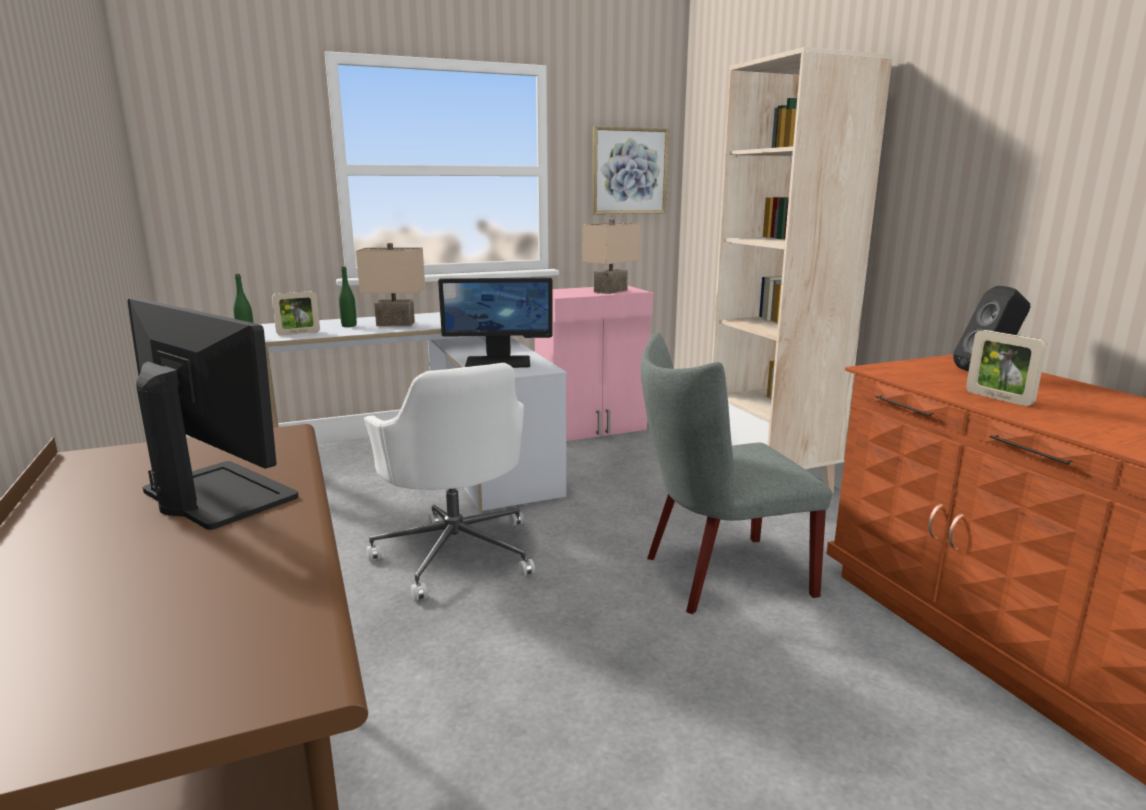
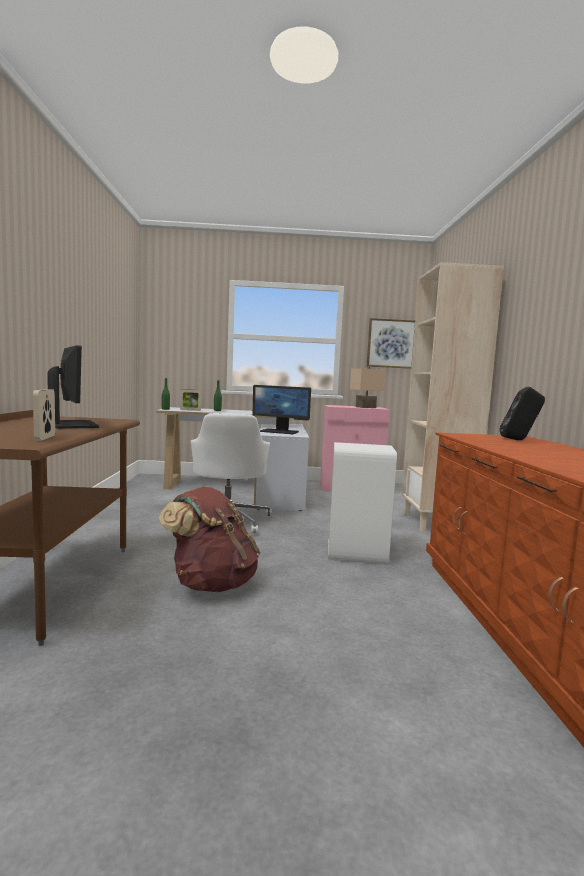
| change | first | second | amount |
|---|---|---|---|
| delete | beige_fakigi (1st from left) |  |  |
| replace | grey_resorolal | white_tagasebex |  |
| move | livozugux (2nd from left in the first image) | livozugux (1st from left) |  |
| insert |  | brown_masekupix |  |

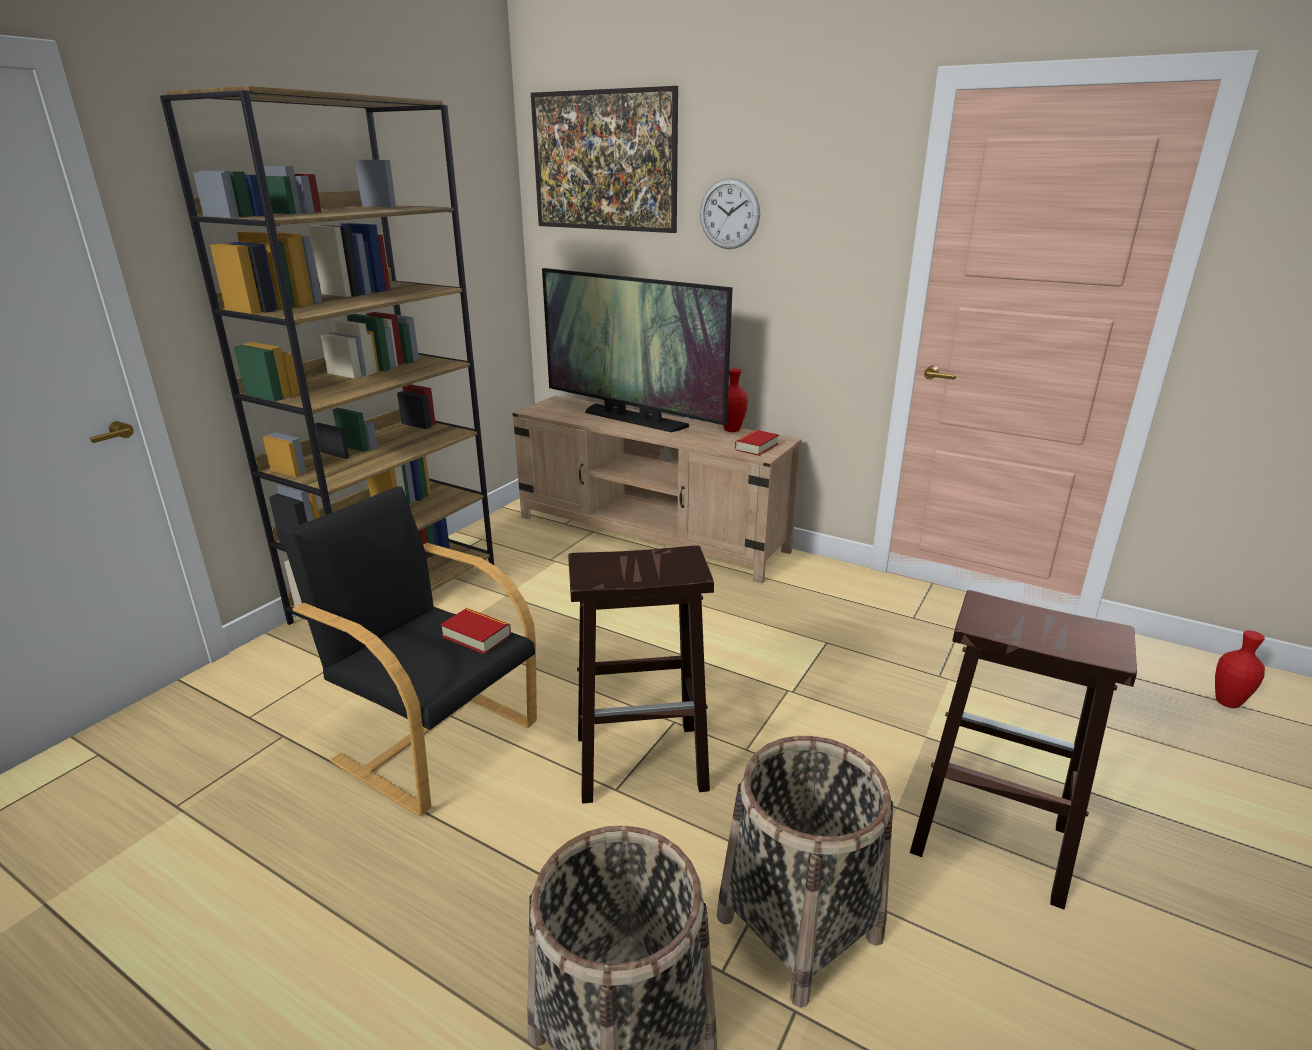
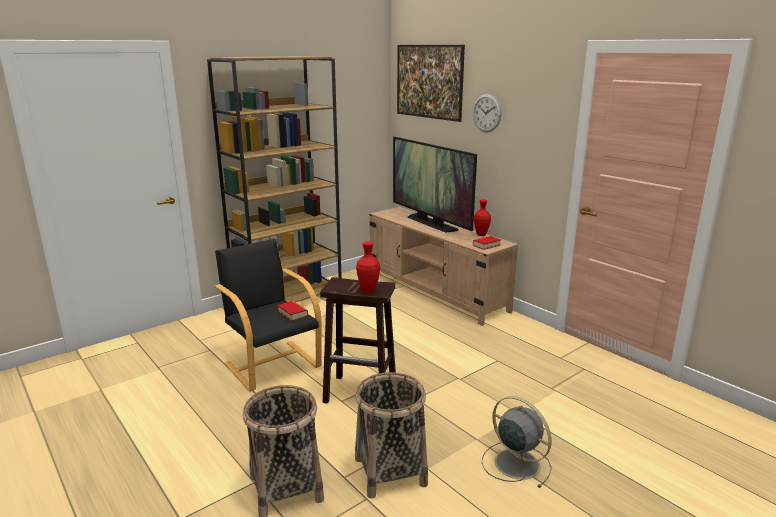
| change | first | second | amount |
|---|---|---|---|
| replace | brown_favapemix (2nd from left) | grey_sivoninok |  |
| move | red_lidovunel (2nd from left in the first image) | red_lidovunel (1st from left) |  |

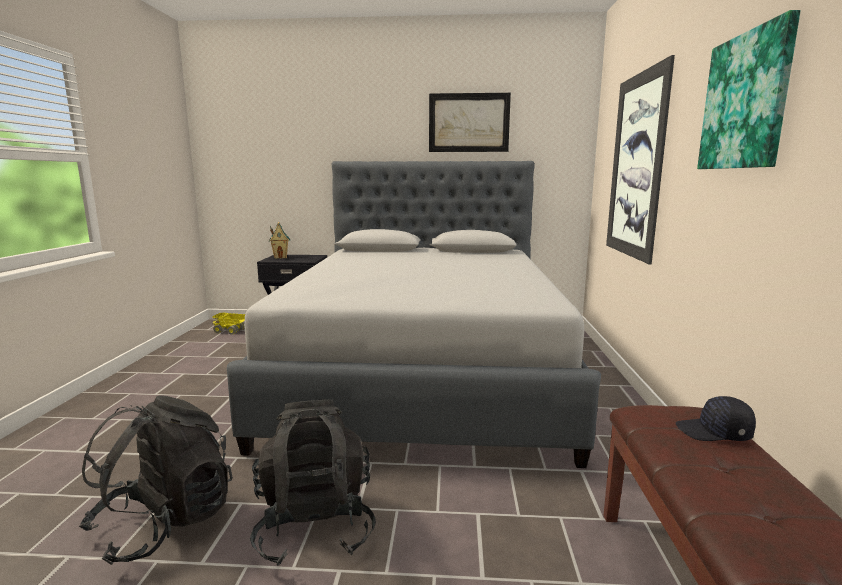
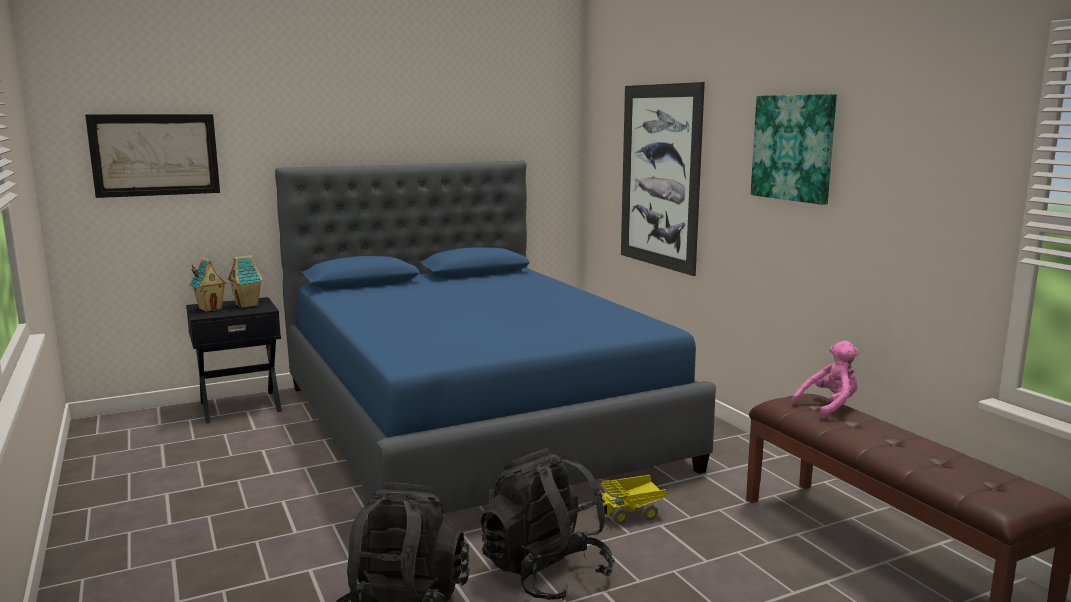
| change | first | second | amount |
|---|---|---|---|
| move | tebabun |  |  |
| recolor | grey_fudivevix | blue_fudivevix |  |
| move | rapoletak (1st from left) |  |  |
| replace | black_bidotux | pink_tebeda |  |
| insert |  | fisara (2nd from left) |  |

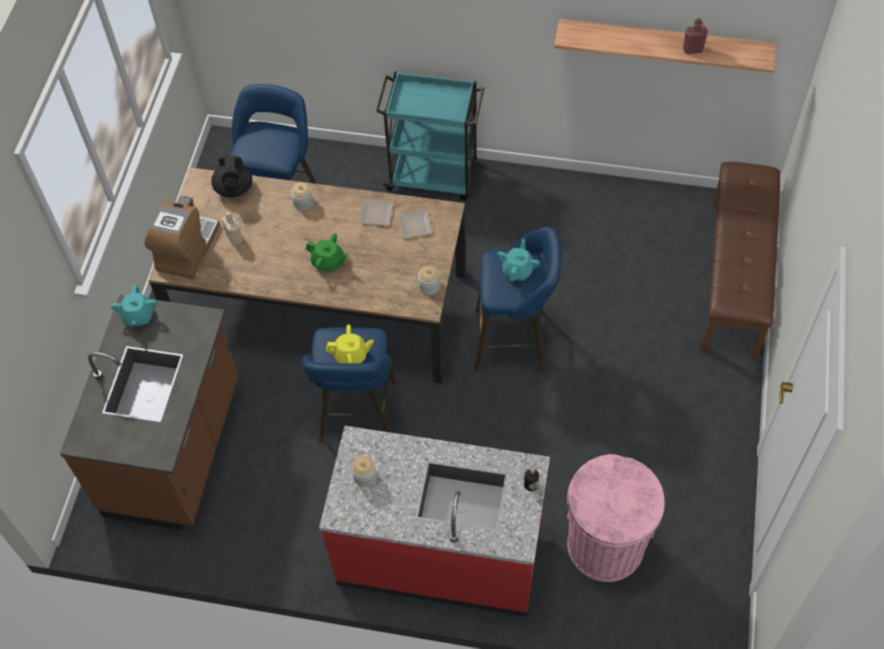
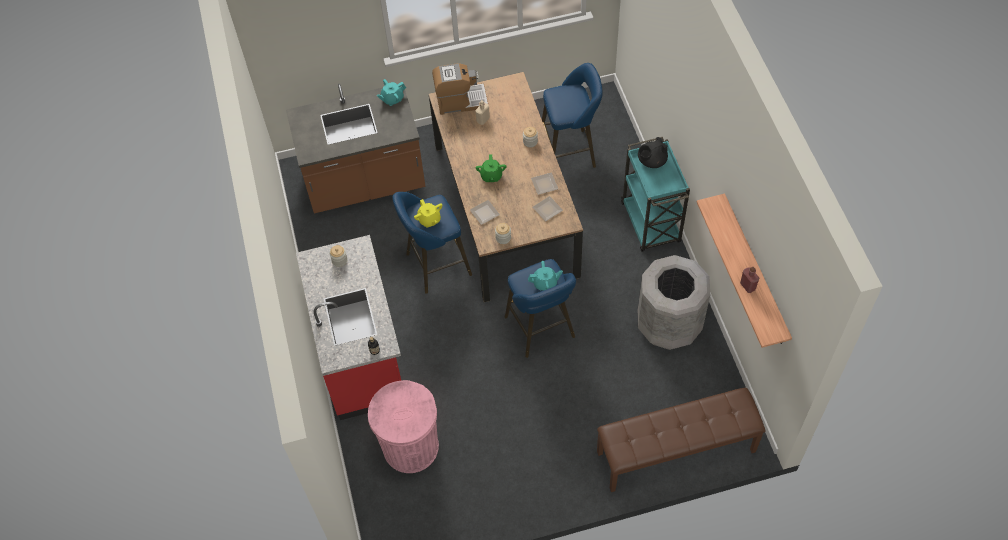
| change | first | second | amount |
|---|---|---|---|
| move | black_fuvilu |  |  |
| insert |  | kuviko (1st from left) |  |
| insert |  | grey_tagasebex |  |

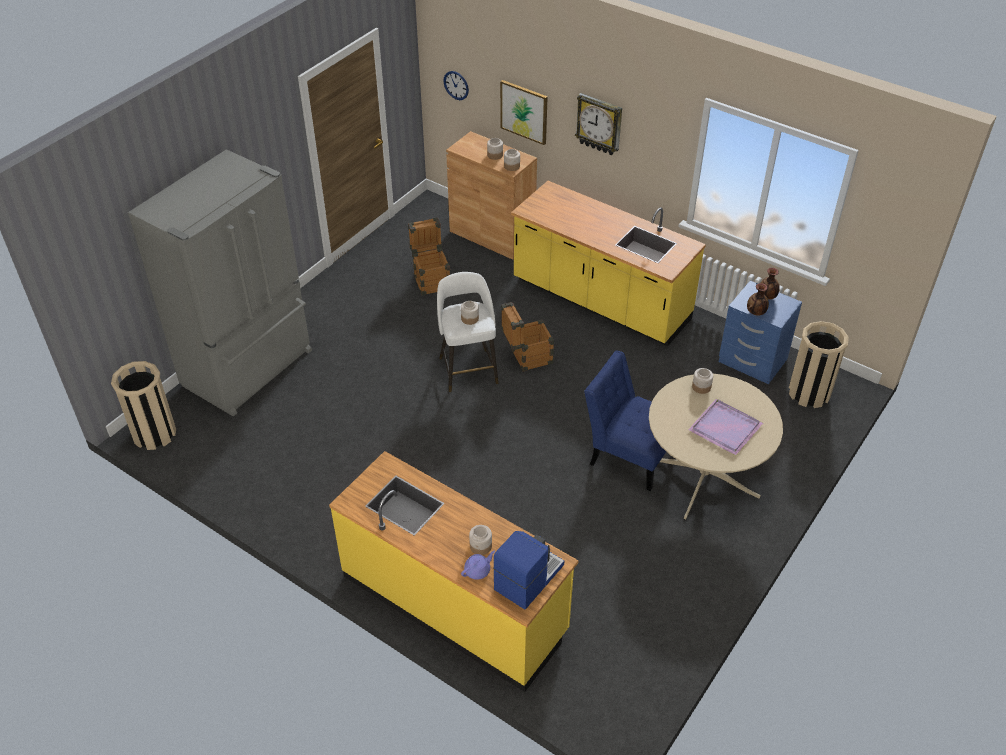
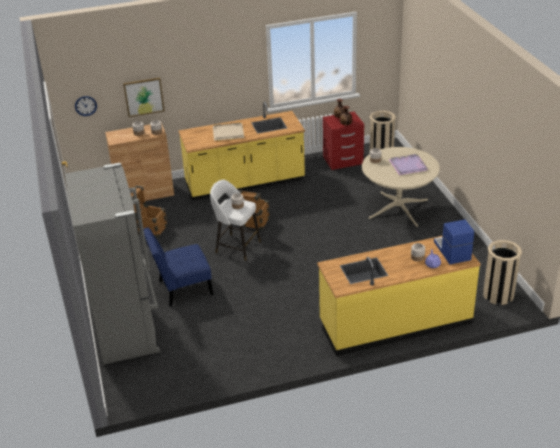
| change | first | second | amount |
|---|---|---|---|
| move | beige_tagasebex (1st from left in the first image) | beige_tagasebex (2nd from left) |  |
| delete | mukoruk (2nd from left) |  |  |
| move | blue_resorolal |  |  |
| recolor | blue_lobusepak | red_lobusepak |  |
| insert |  | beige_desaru |  |

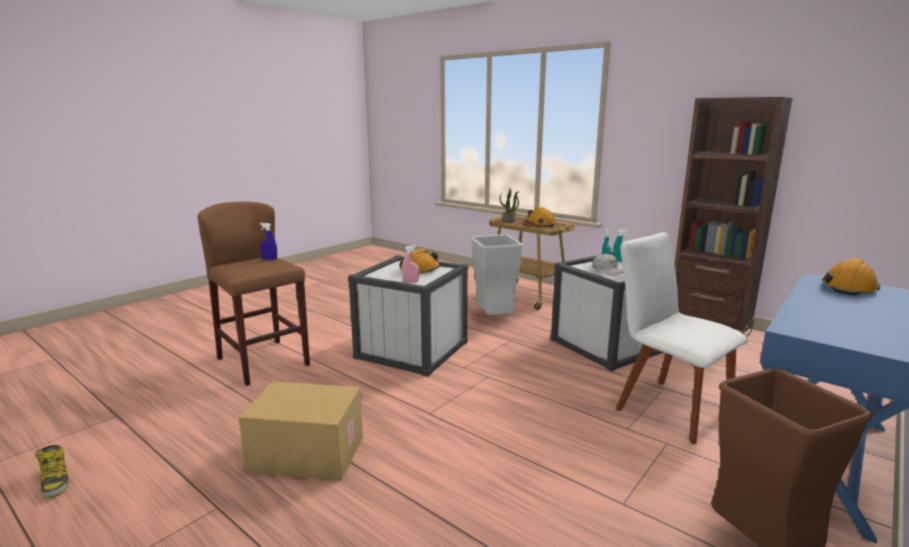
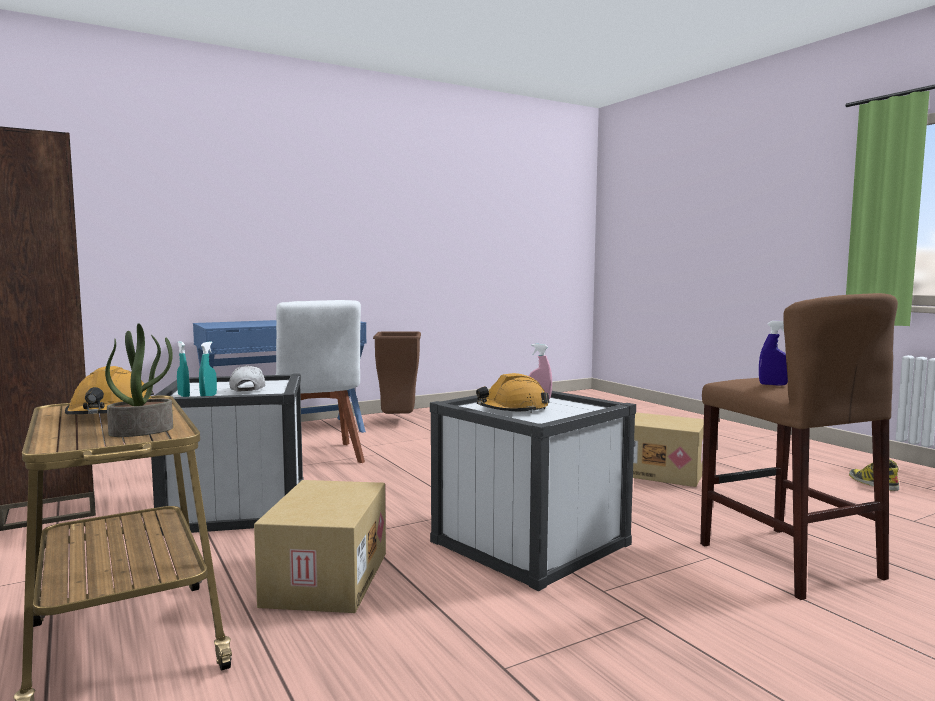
| change | first | second | amount |
|---|---|---|---|
| replace | grey_tagasebex | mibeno (1st from left) |  |
| delete | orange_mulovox (3rd from left) |  |  |

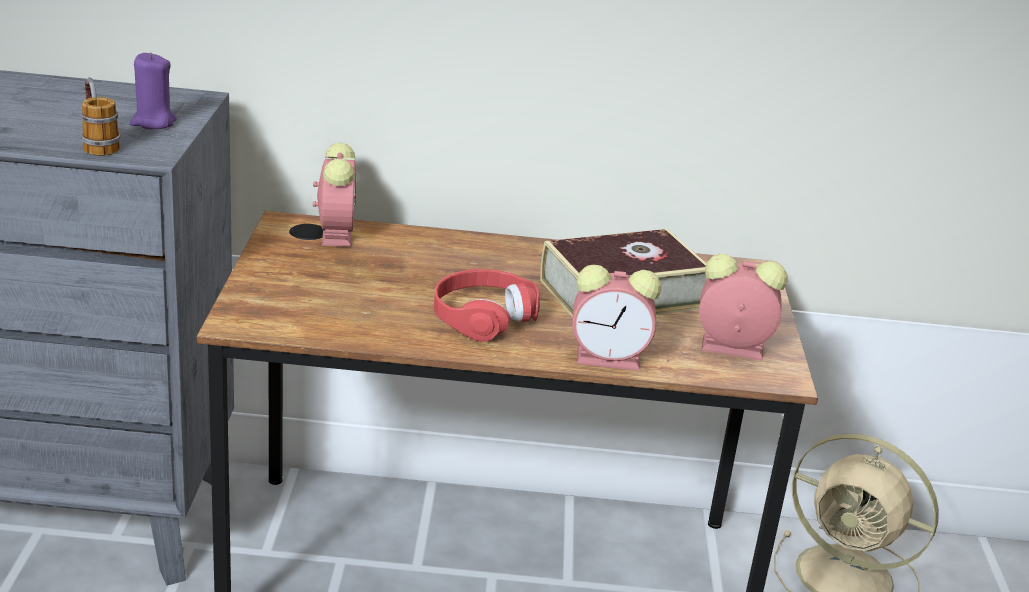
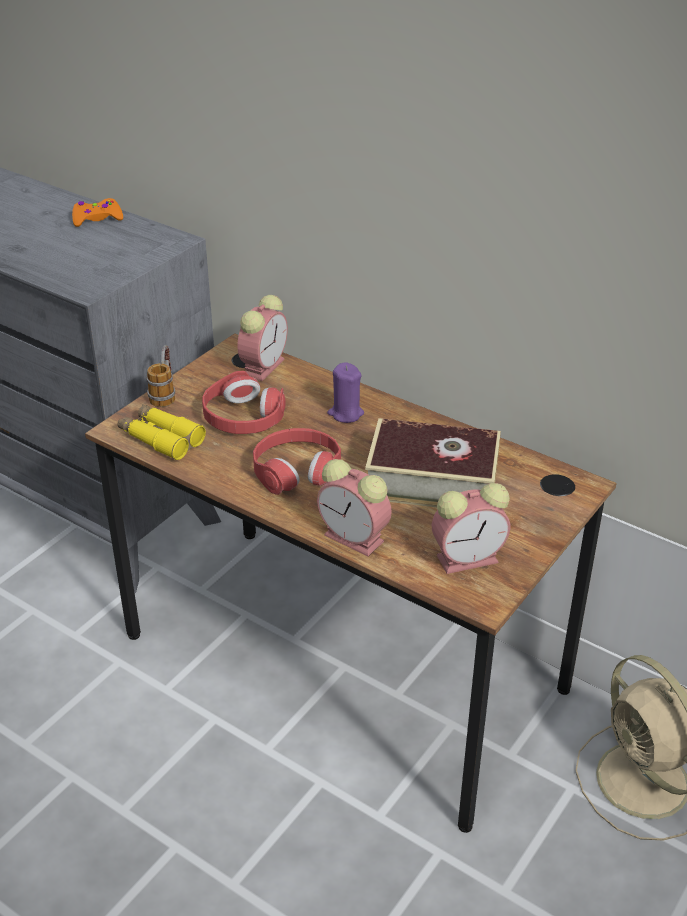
| change | first | second | amount |
|---|---|---|---|
| move | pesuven |  |  |
| move | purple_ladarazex |  |  |
| rotate | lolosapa (3rd from left) |  | 120 degrees clockwise |
| insert |  | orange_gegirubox |  |
| insert |  | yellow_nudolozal |  |
| insert |  | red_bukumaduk (1st from left) |  |

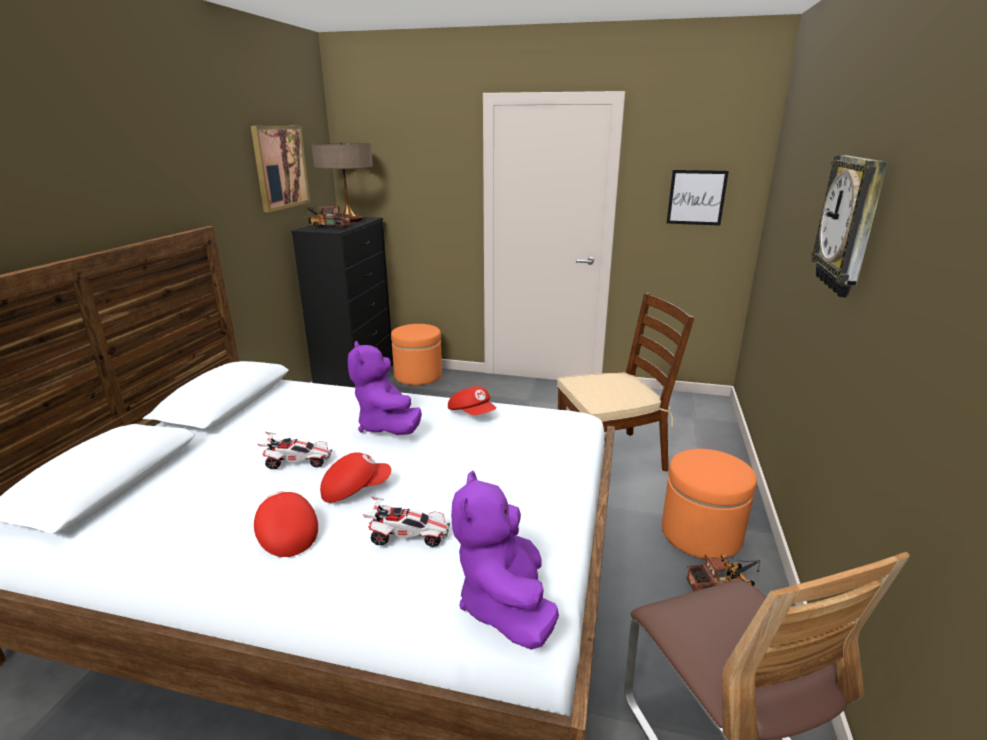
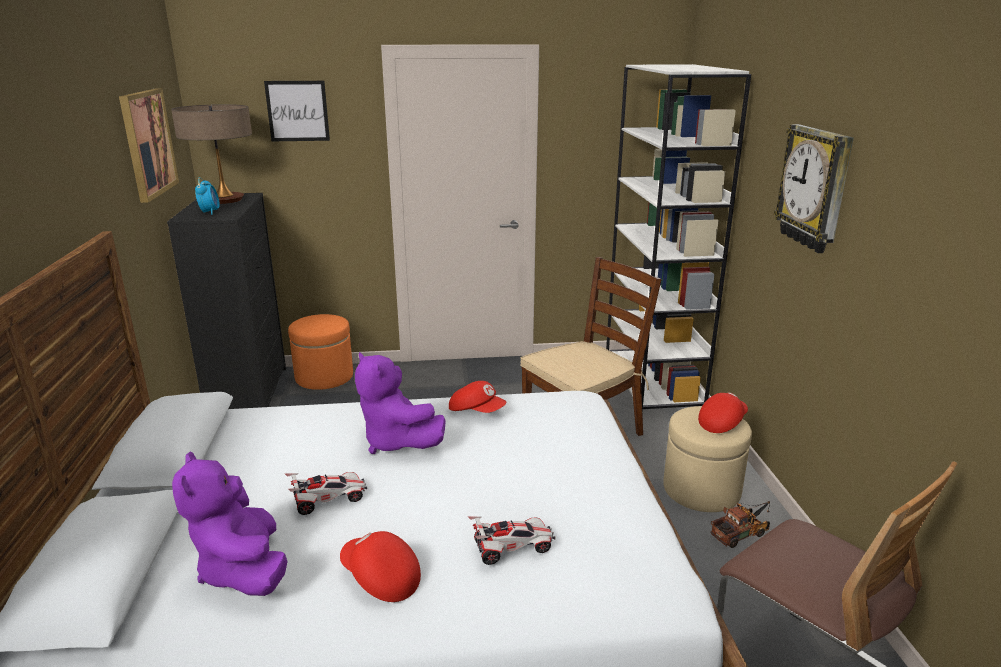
| change | first | second | amount |
|---|---|---|---|
| replace | tebabun (1st from left) | lolosapa |  |
| move | red_bidotux (2nd from left in the first image) | red_bidotux (3rd from left) |  |
| move | purple_tebeda (2nd from left in the first image) | purple_tebeda (1st from left) |  |
| recolor | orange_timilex (2nd from left) | beige_timilex |  |
| move | rapoletak (2nd from left) |  |  |
| insert |  | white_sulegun |  |

